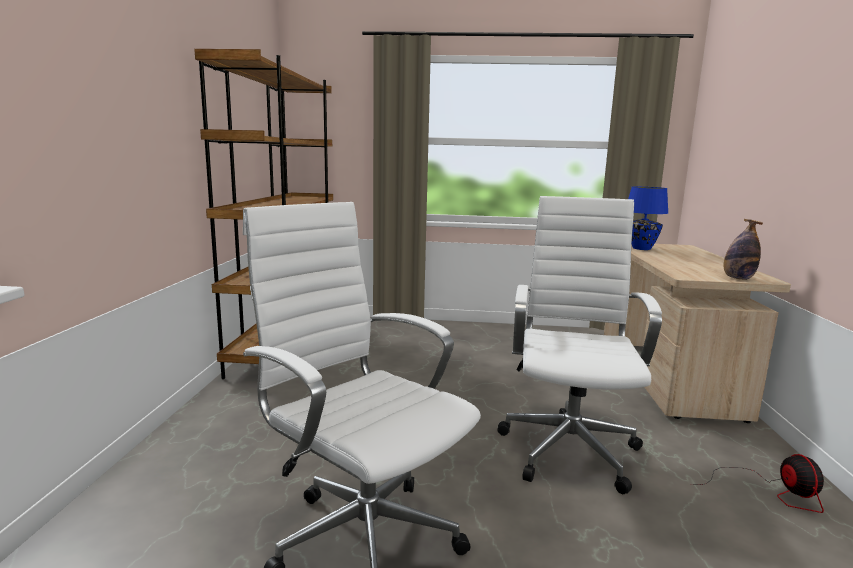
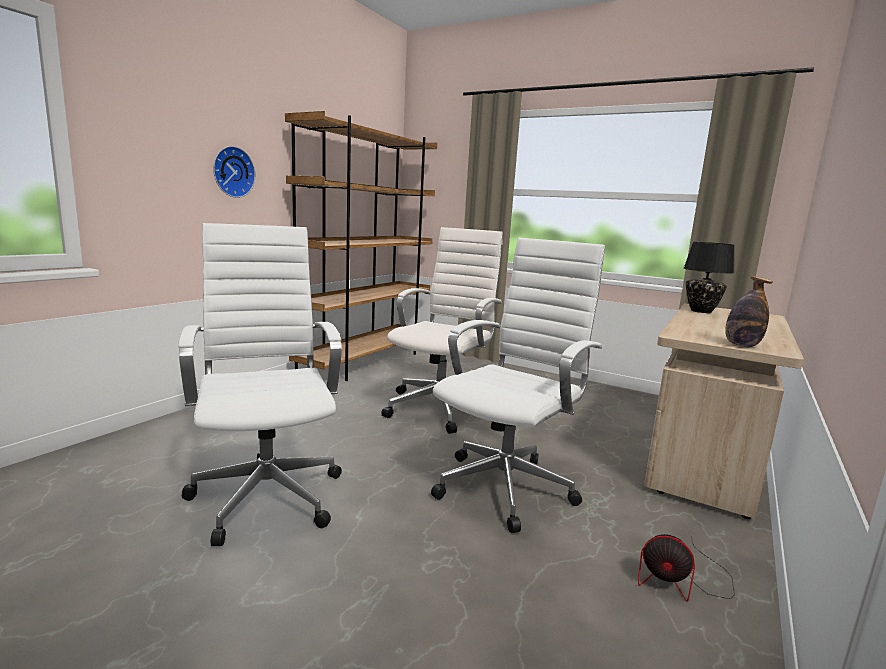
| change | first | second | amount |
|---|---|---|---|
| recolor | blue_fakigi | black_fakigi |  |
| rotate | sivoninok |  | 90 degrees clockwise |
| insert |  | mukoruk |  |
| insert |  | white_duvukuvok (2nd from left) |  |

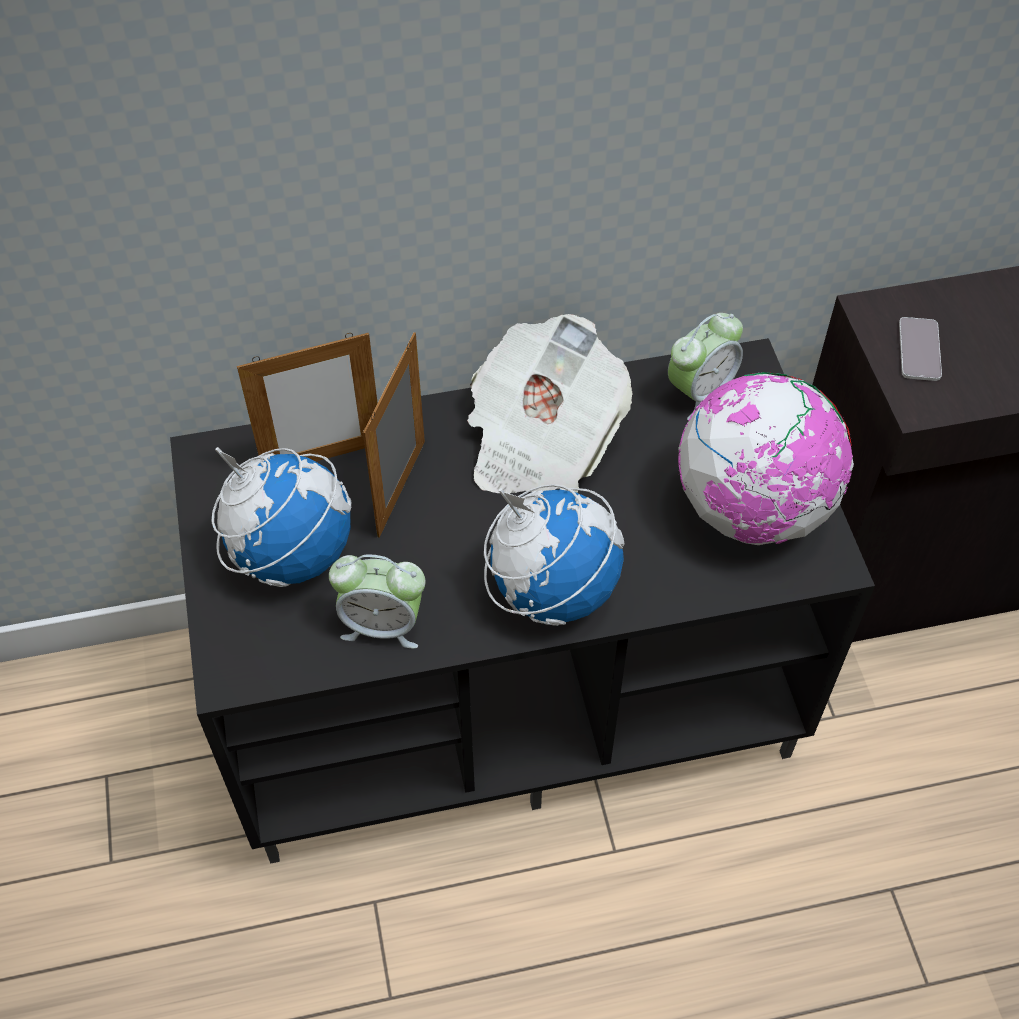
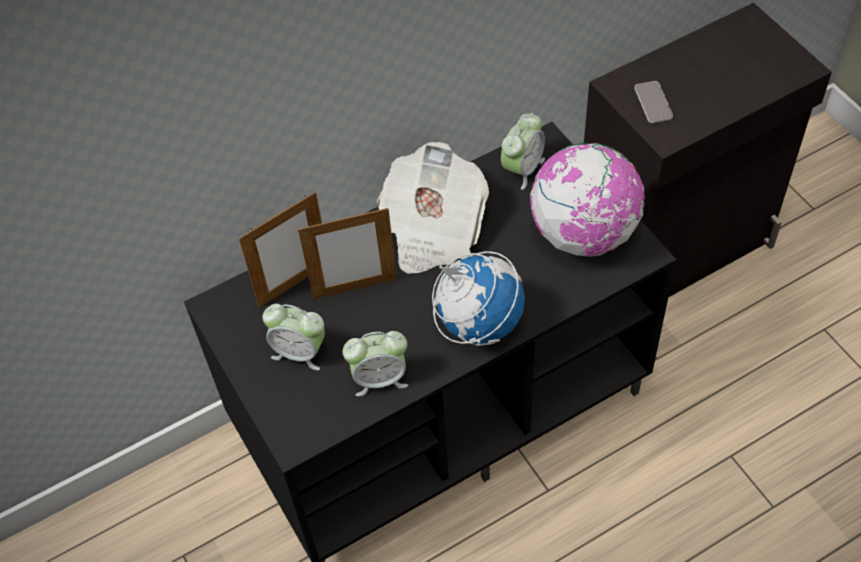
| change | first | second | amount |
|---|---|---|---|
| replace | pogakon (1st from left) | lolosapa (1st from left) |  |
| rotate | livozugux (2nd from left) |  | 105 degrees counterclockwise |

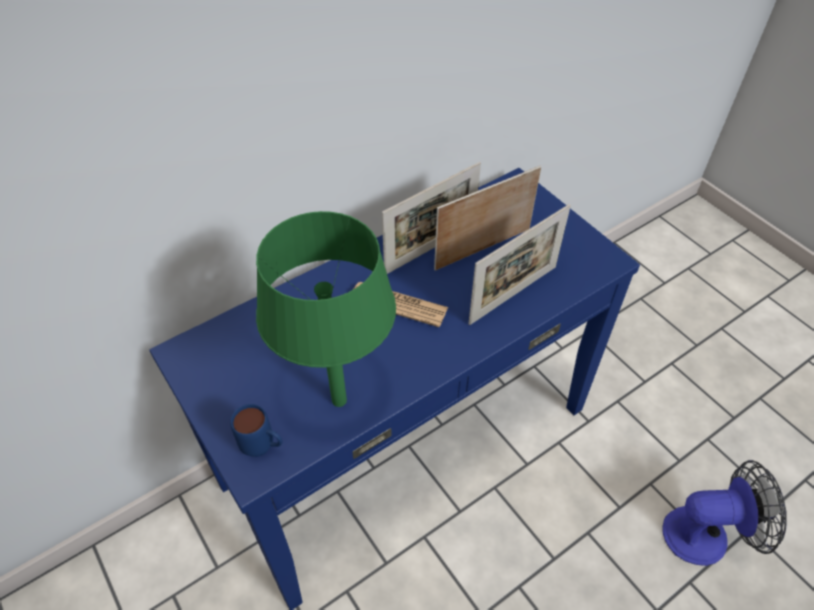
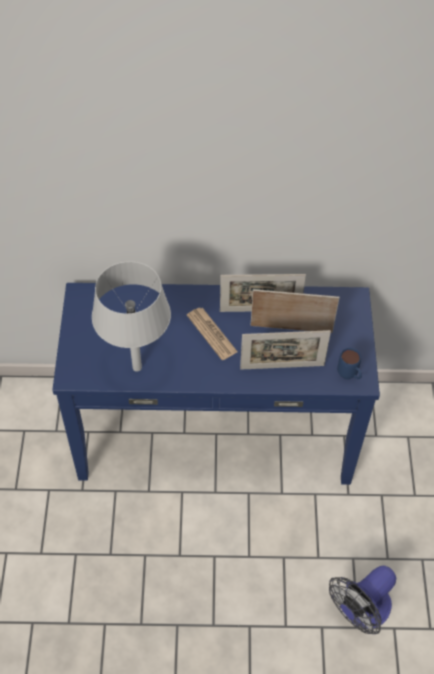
| change | first | second | amount |
|---|---|---|---|
| move | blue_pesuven |  |  |
| recolor | green_fakigi | grey_fakigi |  |
| rotate | sivoninok |  | 105 degrees clockwise |

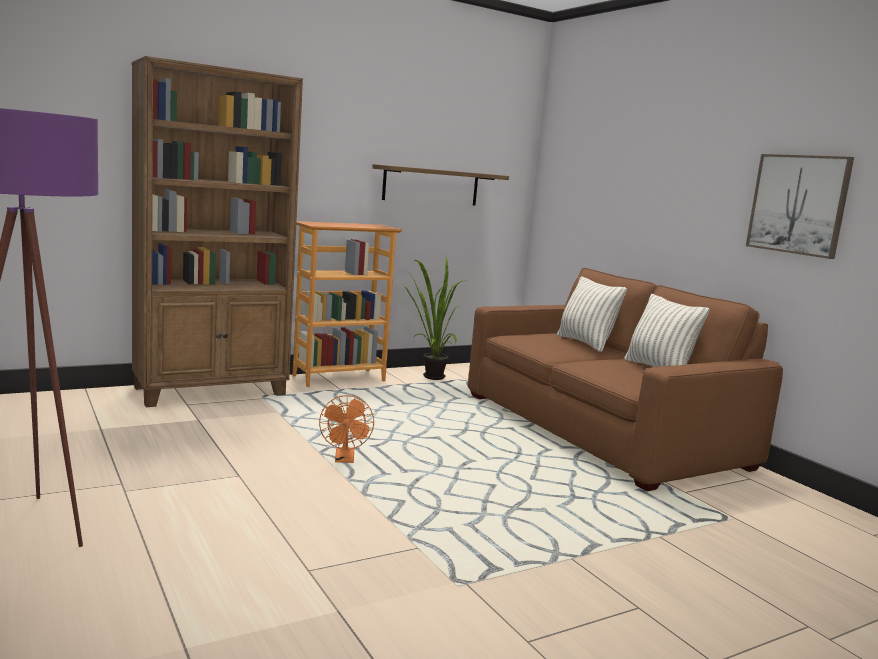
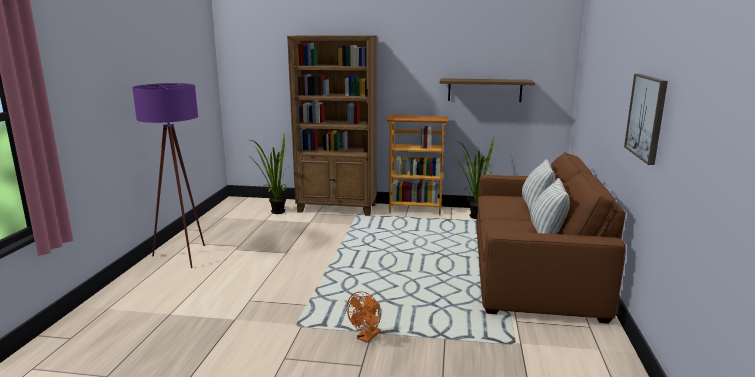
| change | first | second | amount |
|---|---|---|---|
| move | orange_sivoninok |  |  |
| insert |  | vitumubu (1st from left) |  |

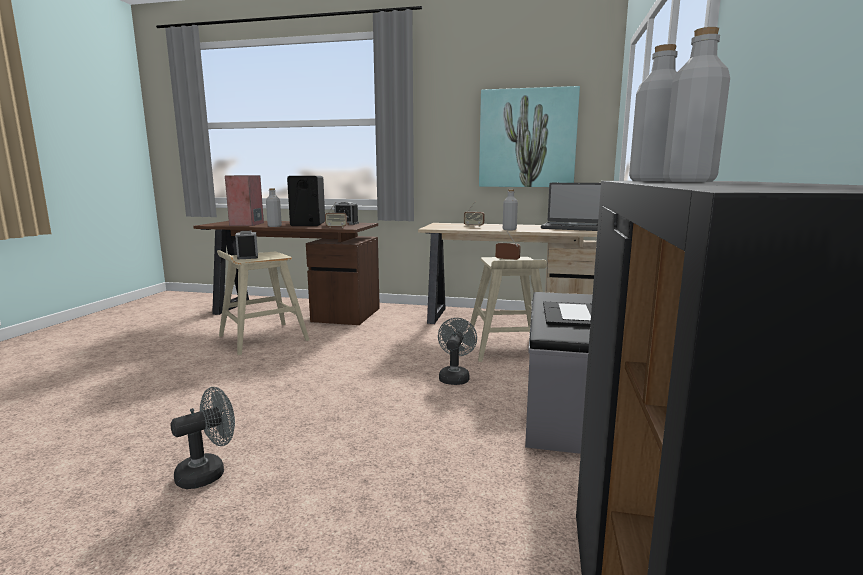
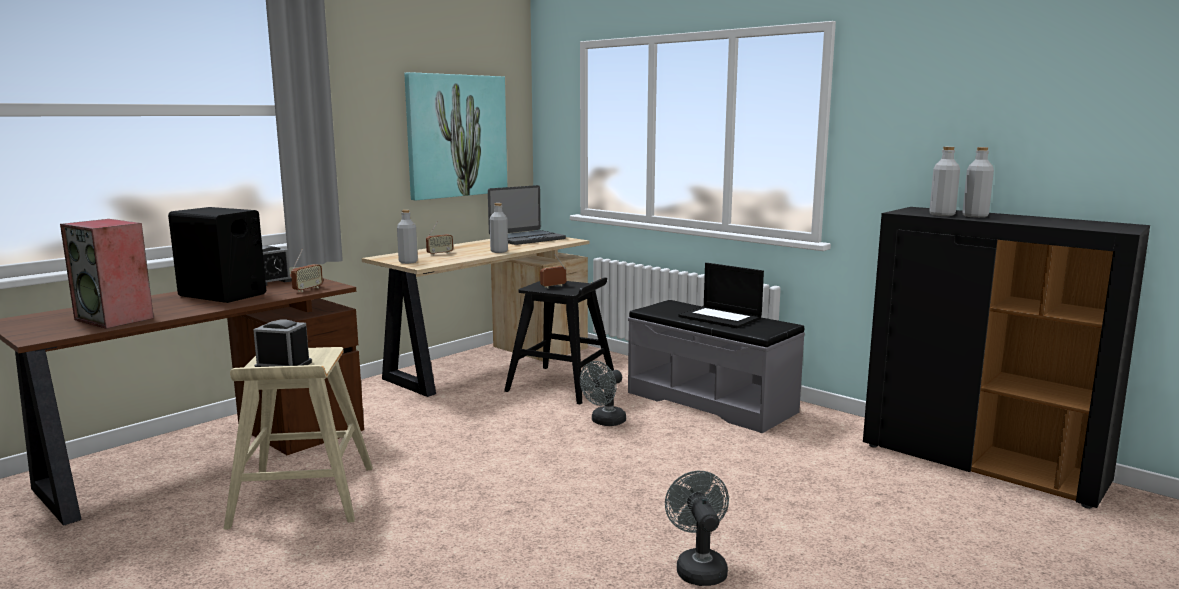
| change | first | second | amount |
|---|---|---|---|
| move | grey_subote (1st from left) |  |  |
| rotate | grey_sivoninok (2nd from left in the first image) | grey_sivoninok (1st from left) | 90 degrees counterclockwise |
| recolor | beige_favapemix (2nd from left) | black_favapemix |  |

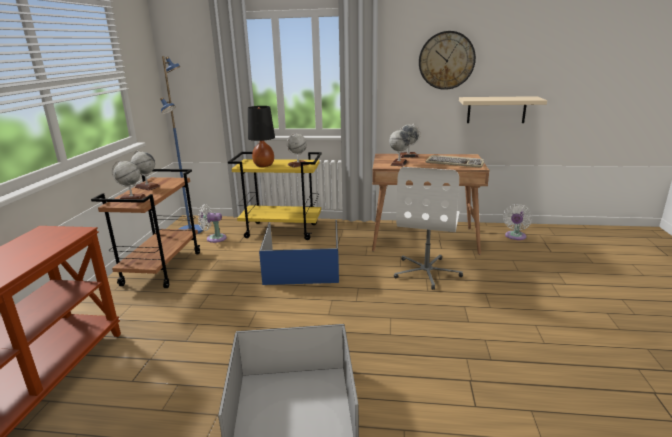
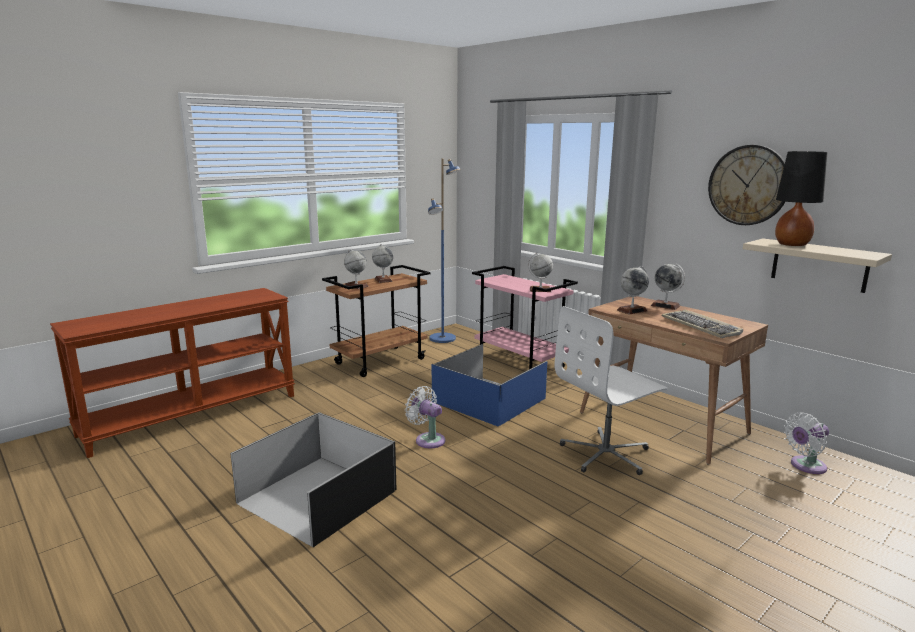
| change | first | second | amount |
|---|---|---|---|
| move | white_sivoninok (1st from left) |  |  |
| recolor | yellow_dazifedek | pink_dazifedek |  |
| move | black_fakigi |  |  |

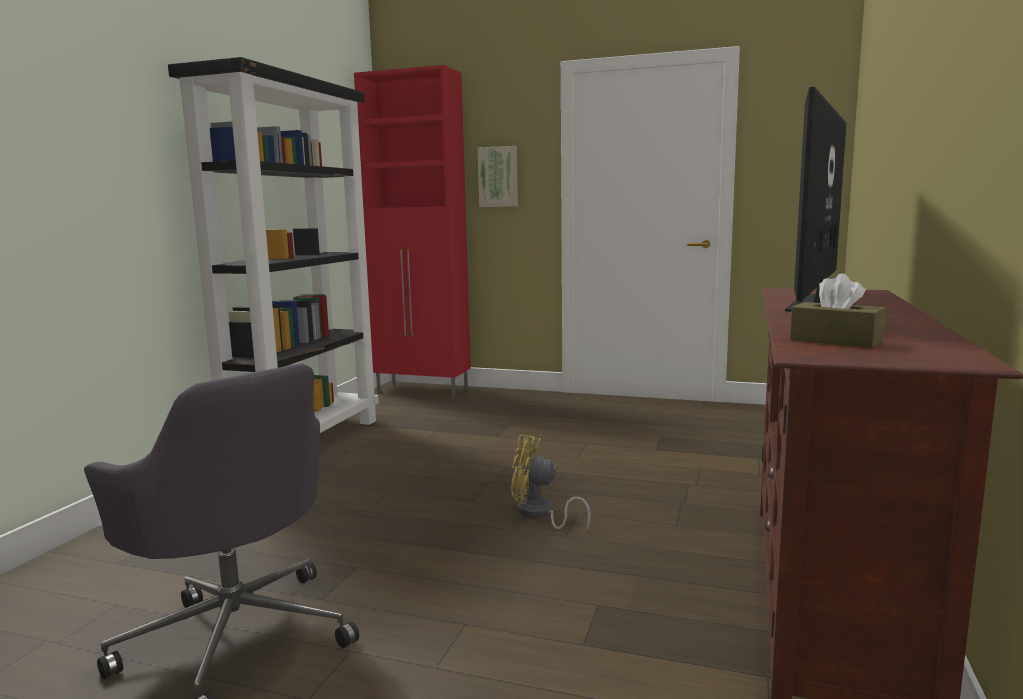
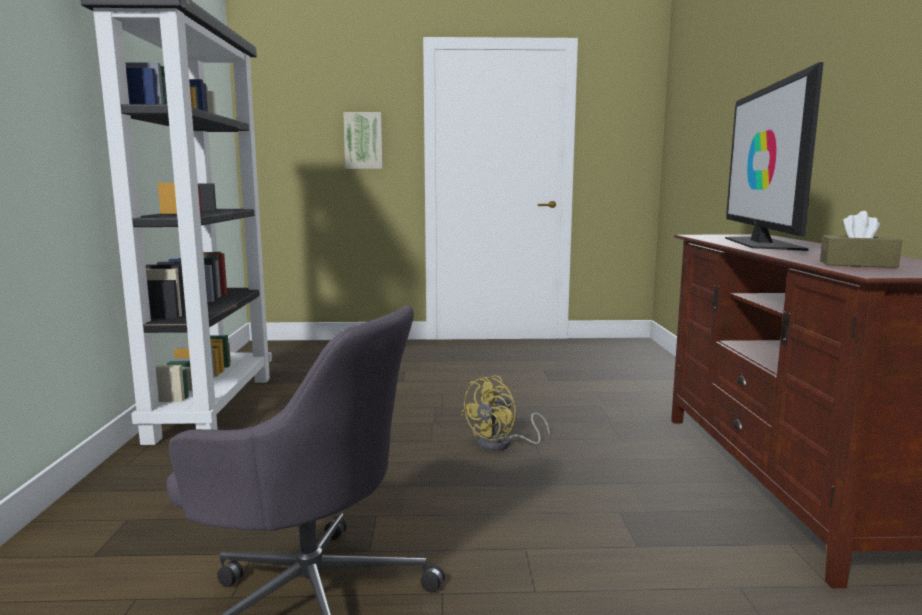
| change | first | second | amount |
|---|---|---|---|
| delete | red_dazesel |  |  |
| rotate | yellow_sivoninok |  | 45 degrees counterclockwise |

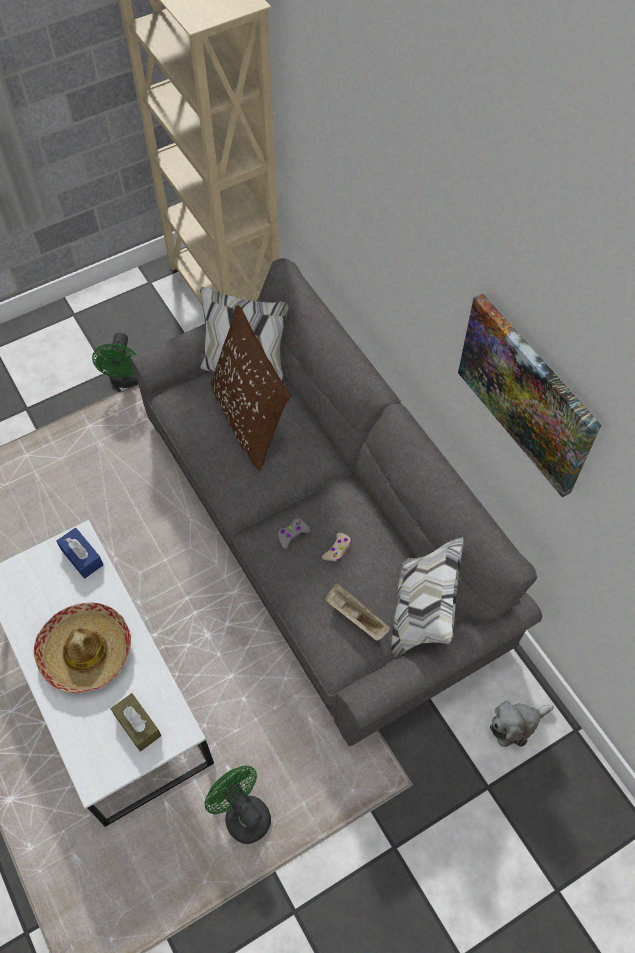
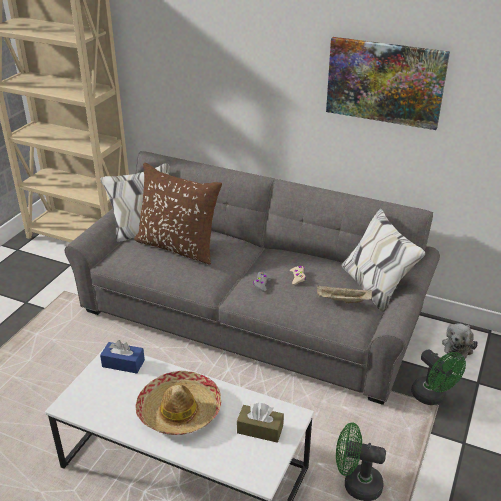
| change | first | second | amount |
|---|---|---|---|
| move | green_sivoninok (1st from left in the first image) | green_sivoninok (2nd from left) |  |

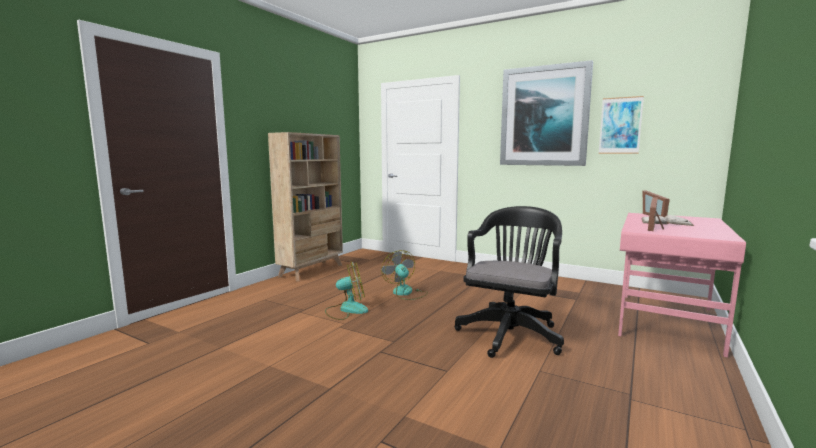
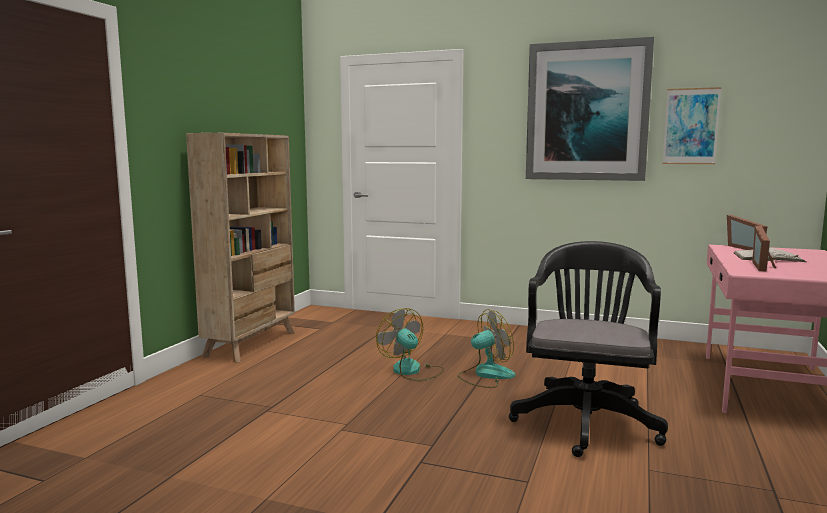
| change | first | second | amount |
|---|---|---|---|
| move | sivoninok (1st from left in the first image) | sivoninok (2nd from left) |  |

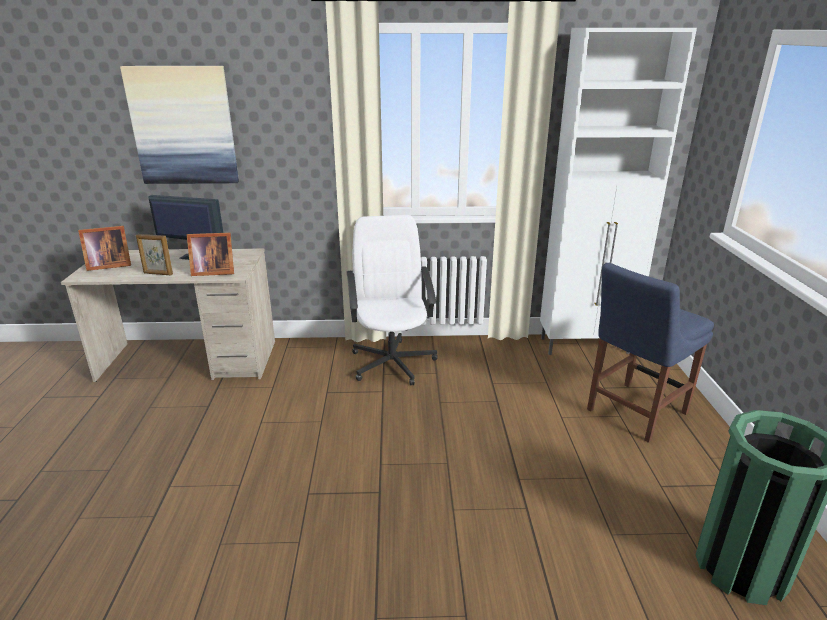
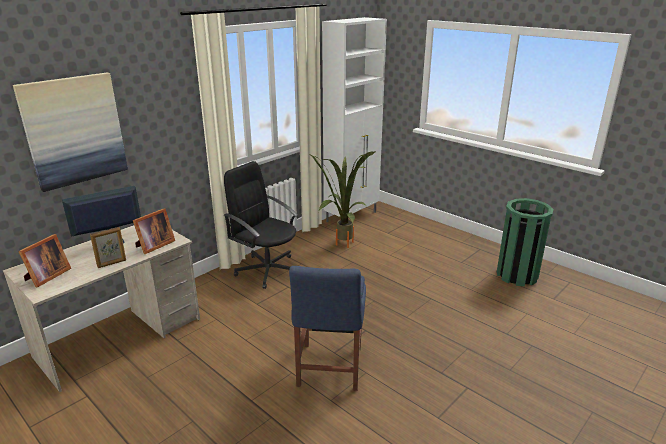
| change | first | second | amount |
|---|---|---|---|
| recolor | white_duvukuvok | black_duvukuvok |  |
| move | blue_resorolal |  |  |
| insert |  | vitumubu |  |

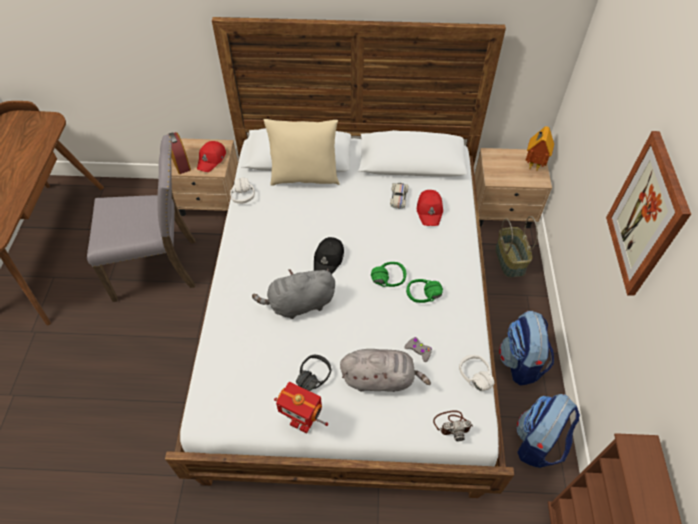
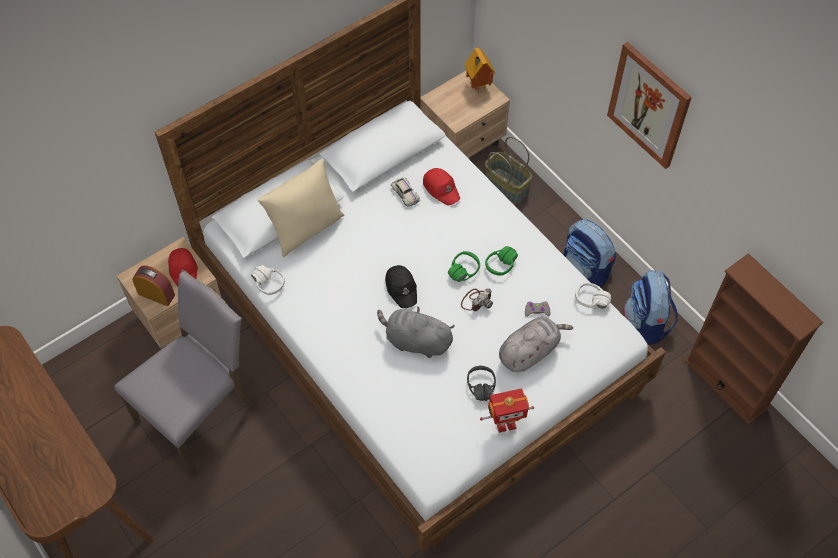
| change | first | second | amount |
|---|---|---|---|
| rotate | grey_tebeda (1st from left) |  | 75 degrees clockwise |
| move | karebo |  |  |

